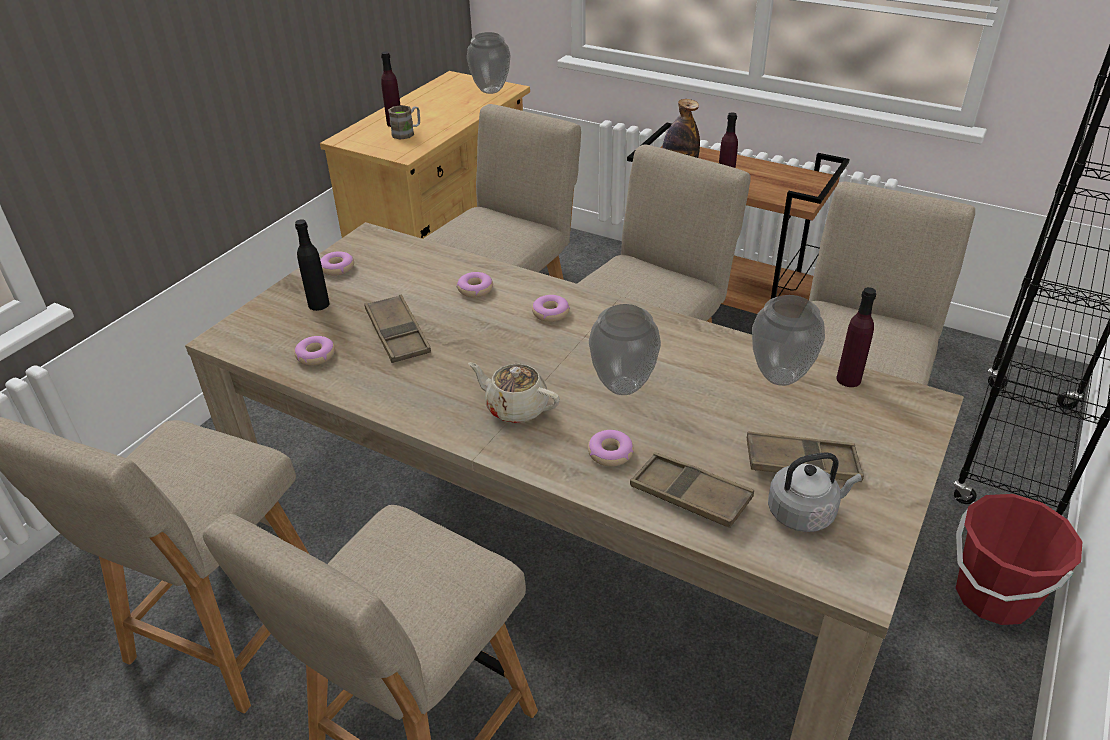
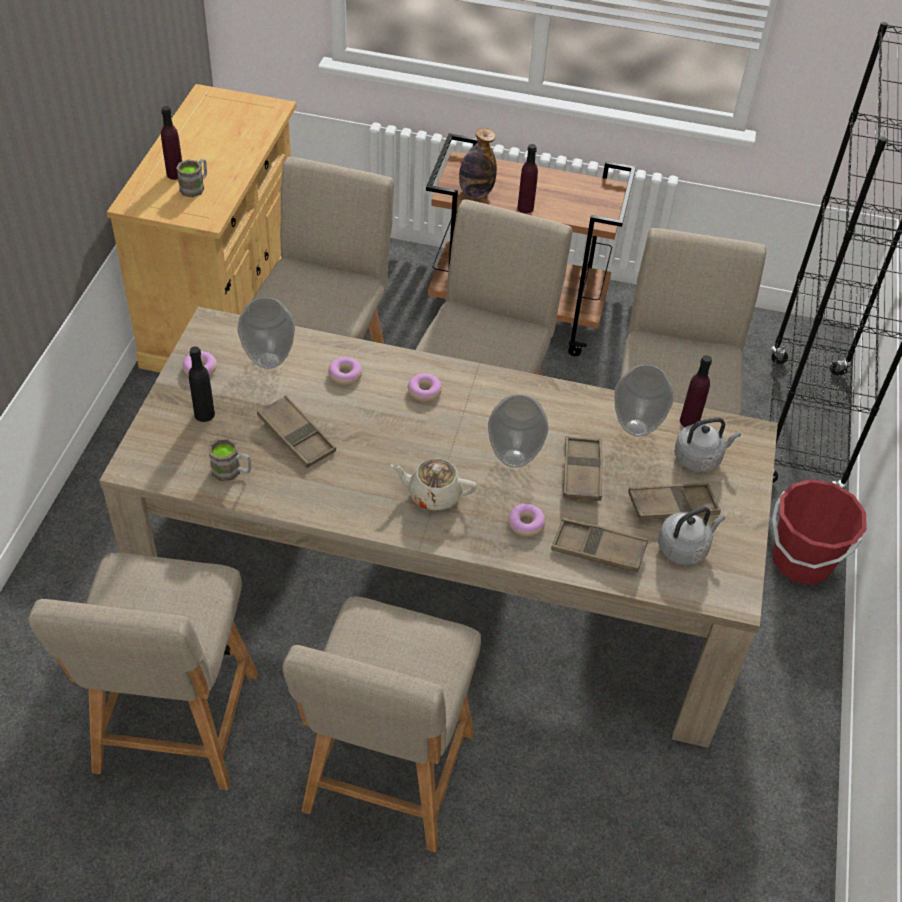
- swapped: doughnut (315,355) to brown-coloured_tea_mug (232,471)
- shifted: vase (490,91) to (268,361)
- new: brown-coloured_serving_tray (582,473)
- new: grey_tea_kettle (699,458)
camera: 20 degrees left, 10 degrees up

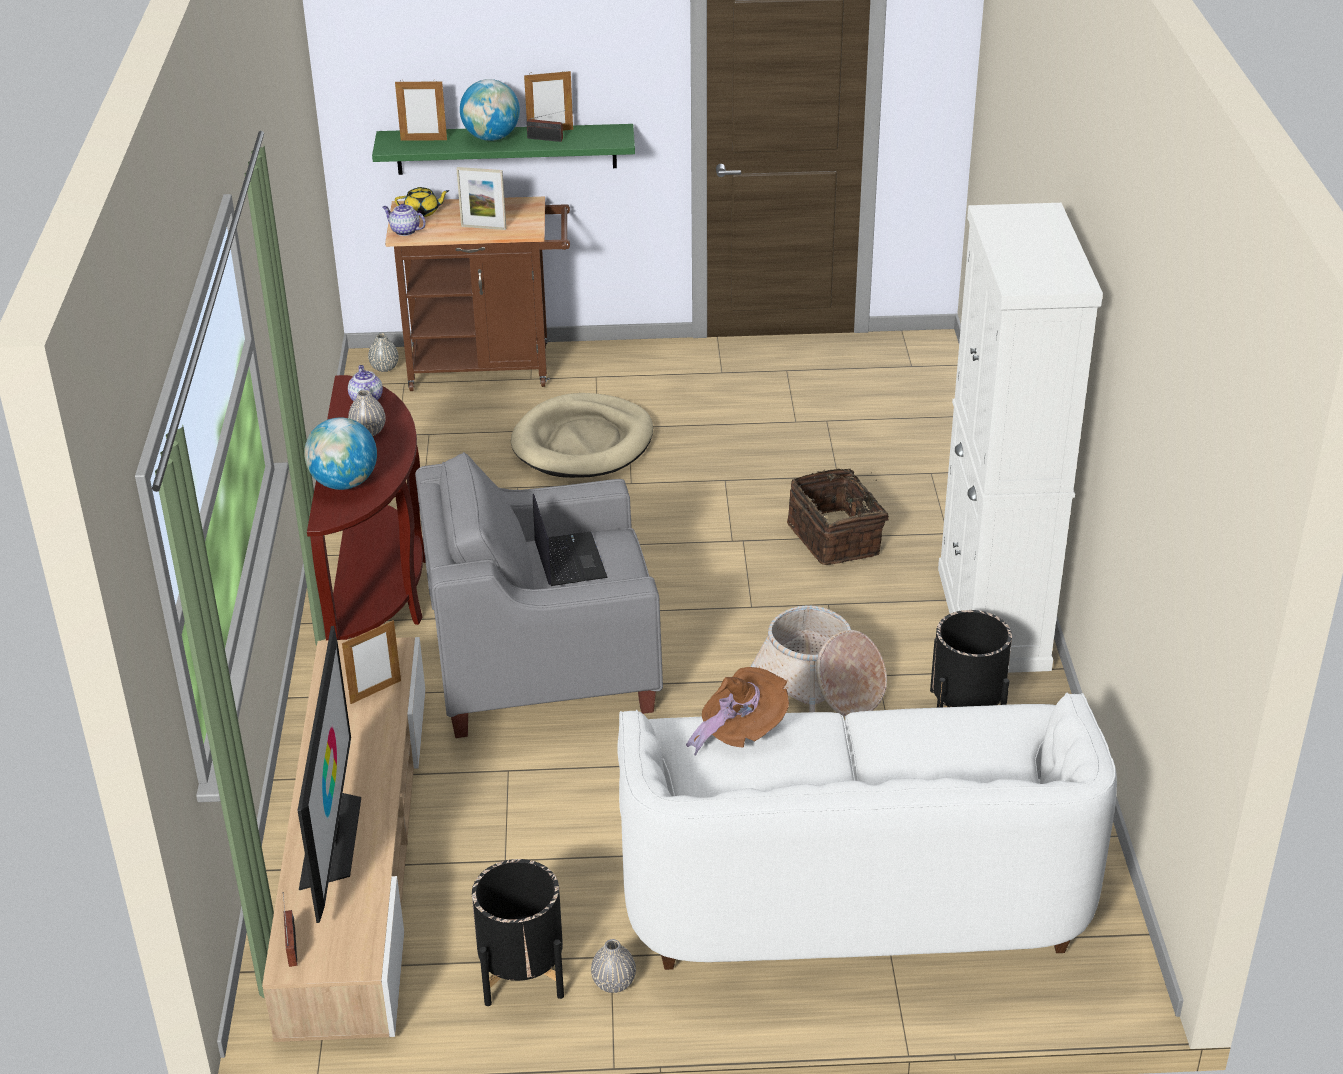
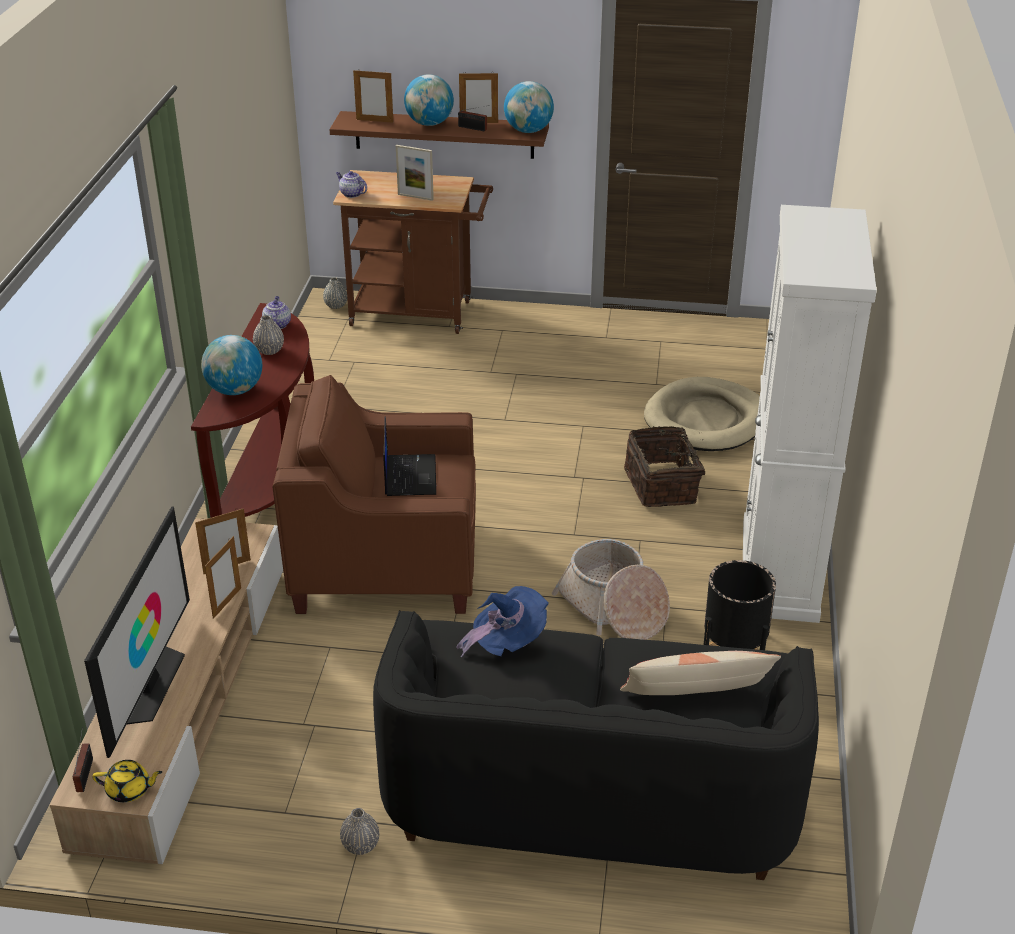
- repainted: green_shelf (506,149) to brown-coloured_shelf (444,135)
- shifted: yellowish_teapot (422,212) to (129,790)
- repainted: grey_easy_chair (543,667) to brown-coloured_easy_chair (386,564)
- gone: black_plant_pot (522,972)
- shifted: beige-coloured_pet_bed (583,442) to (705,420)
- repainted: whitish_couch (852,886) to black_couch (590,790)
- repainted: brown-coloured_clothing_hat (741,732) to blue_clothing_hat (507,642)
- new: picture_frame (227,603)
- new: desk_globe (528,131)
- new: cushion (696,696)
camera: 10 degrees right, 0 degrees up

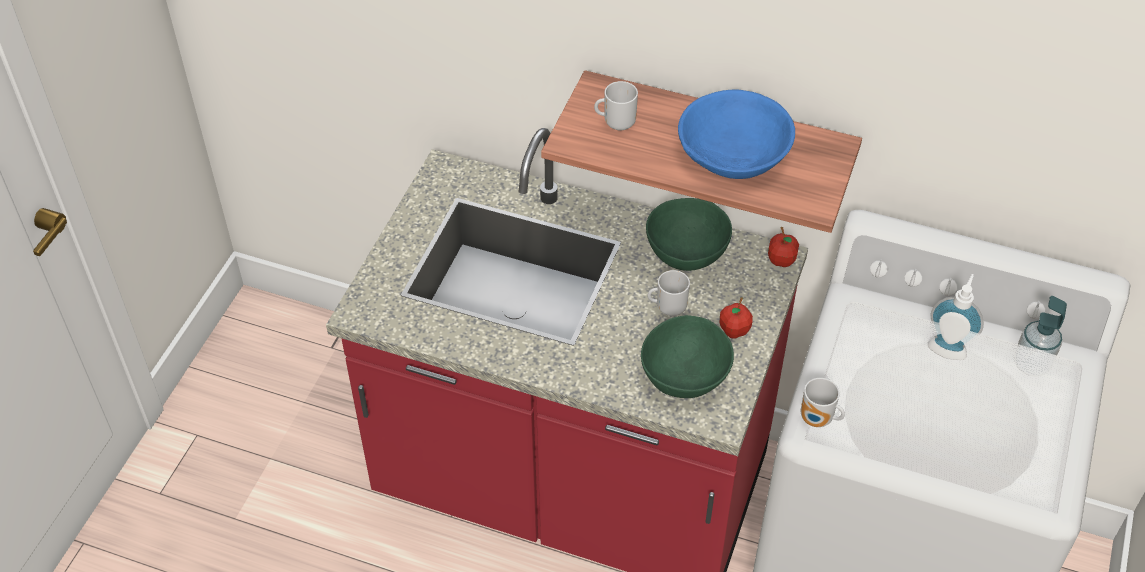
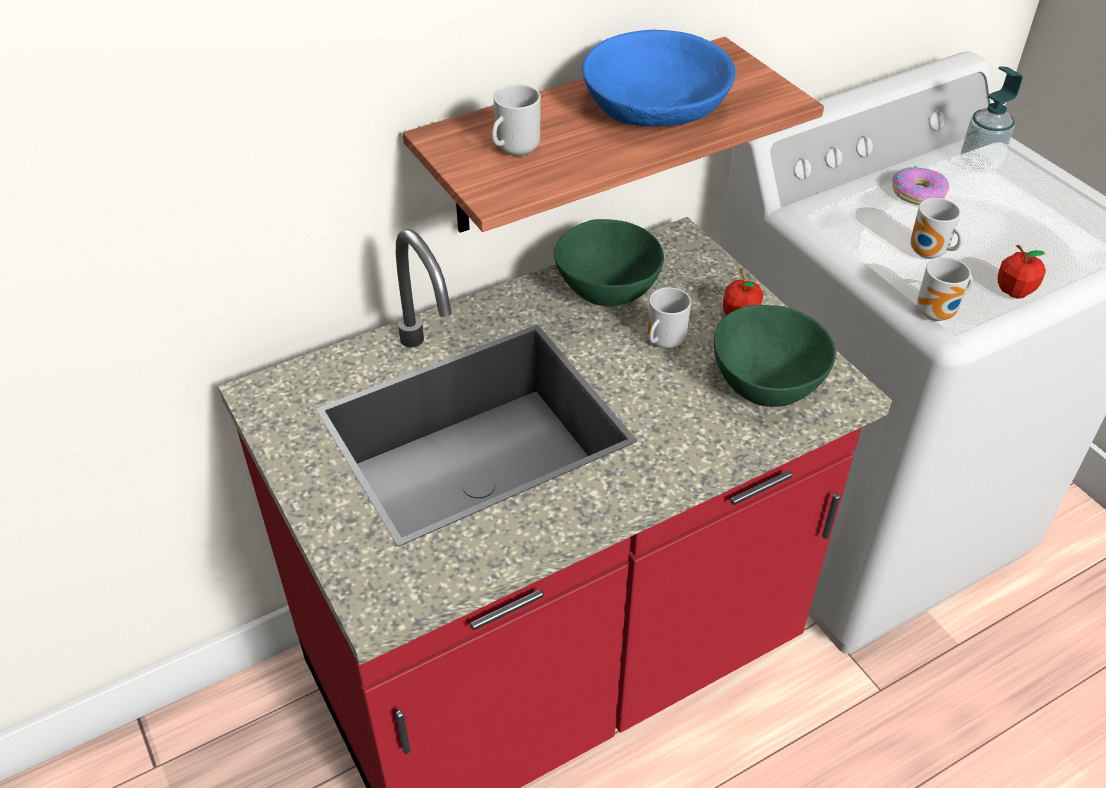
- shifted: apple (781,260) to (1014,291)
- swapped: soap_dispenser (948,347) to doughnut (918,193)
- new: tea_mug (928,254)
camera: 50 degrees left, 5 degrees down

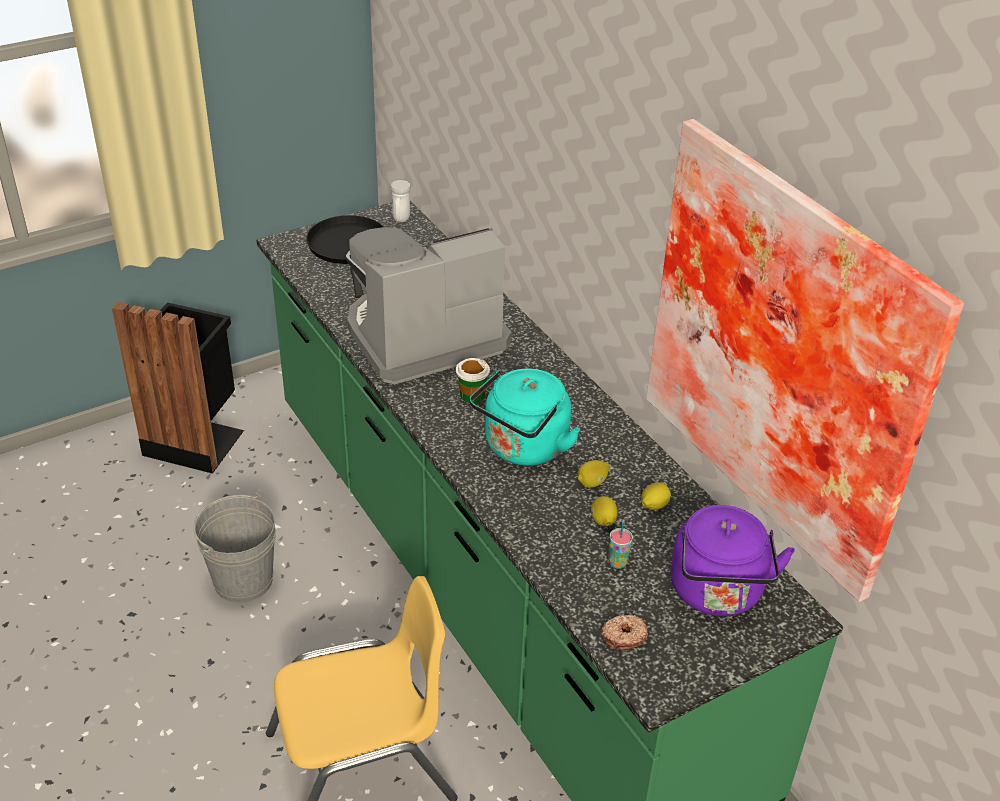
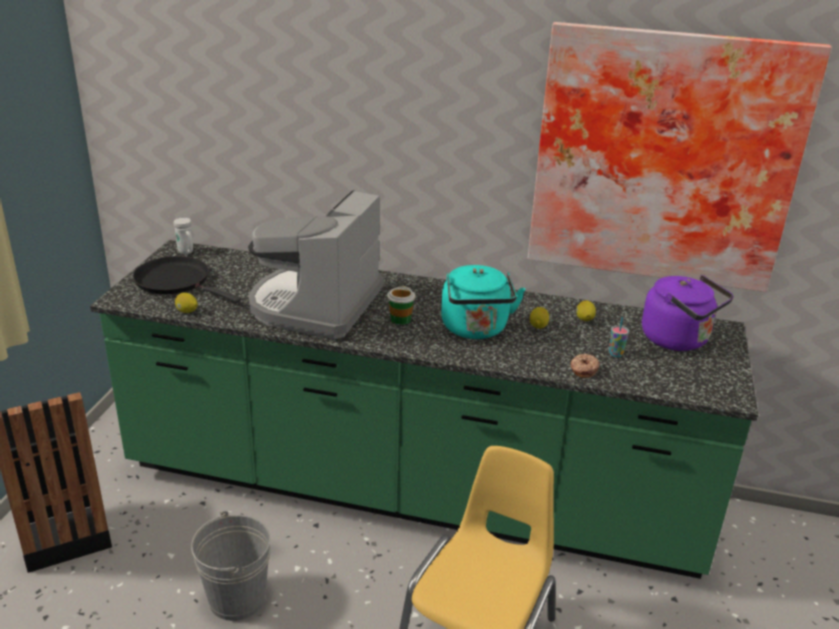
- shifted: whole_lemon (603,521) to (187,311)
- shifted: doughnut (624,636) to (583,369)
camera: 45 degrees left, 10 degrees down

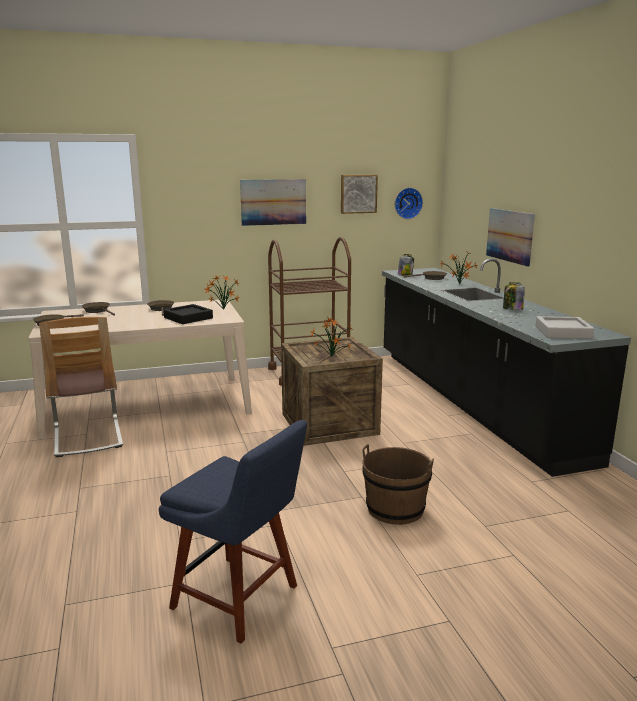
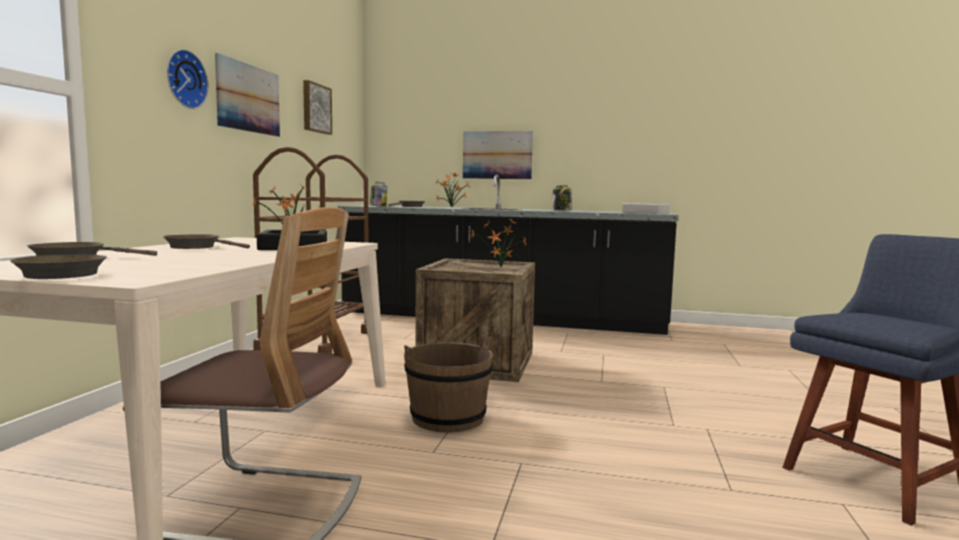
- shifted: brown-coloured_water_bucket (395,509) to (448,418)
- shifted: hanging_clock (407,203) to (184,79)
camera: 60 degrees left, 10 degrees down

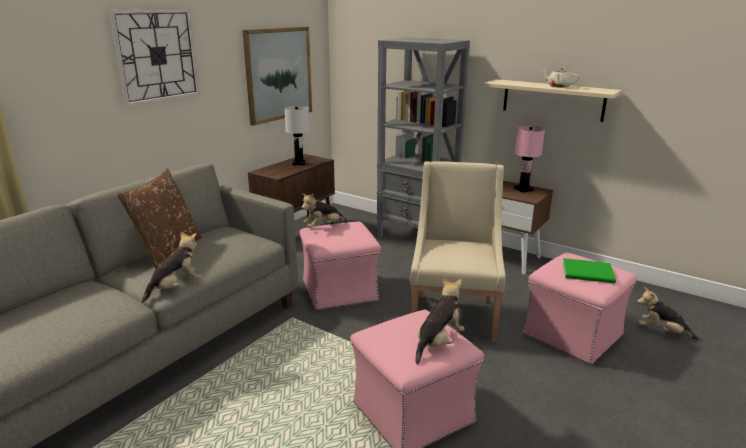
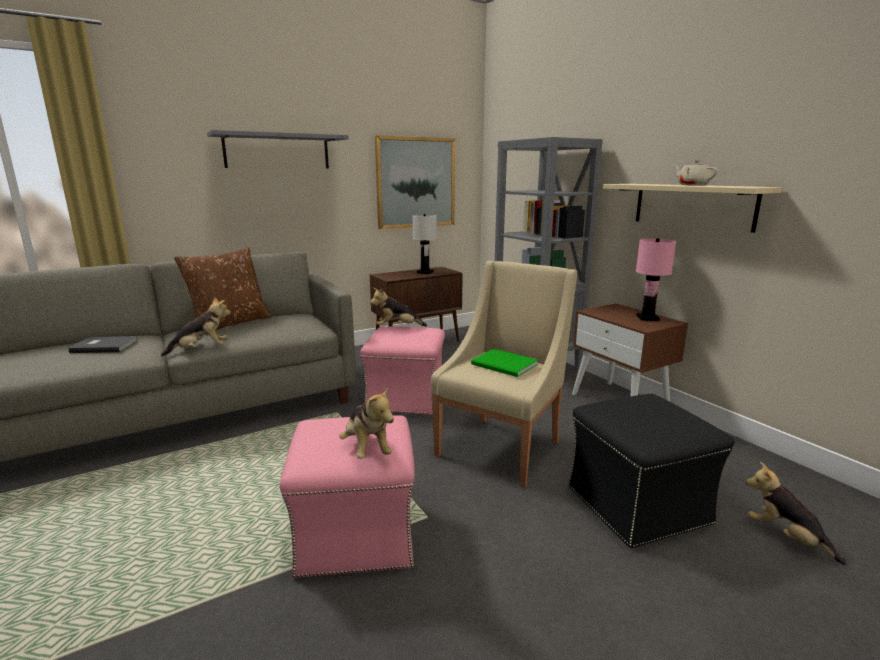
- swapped: hanging_clock (157,55) to grey_shelf (277,151)
- rotated: cuddly_toy (438,342) = (366,449) 90 degrees clockwise
- repainted: pink_ottoman (573,335) to black_ottoman (638,506)
- shifted: green_volume (589,273) to (505,365)
- new: grey_volume (104,346)
camera: 25 degrees right, 5 degrees down

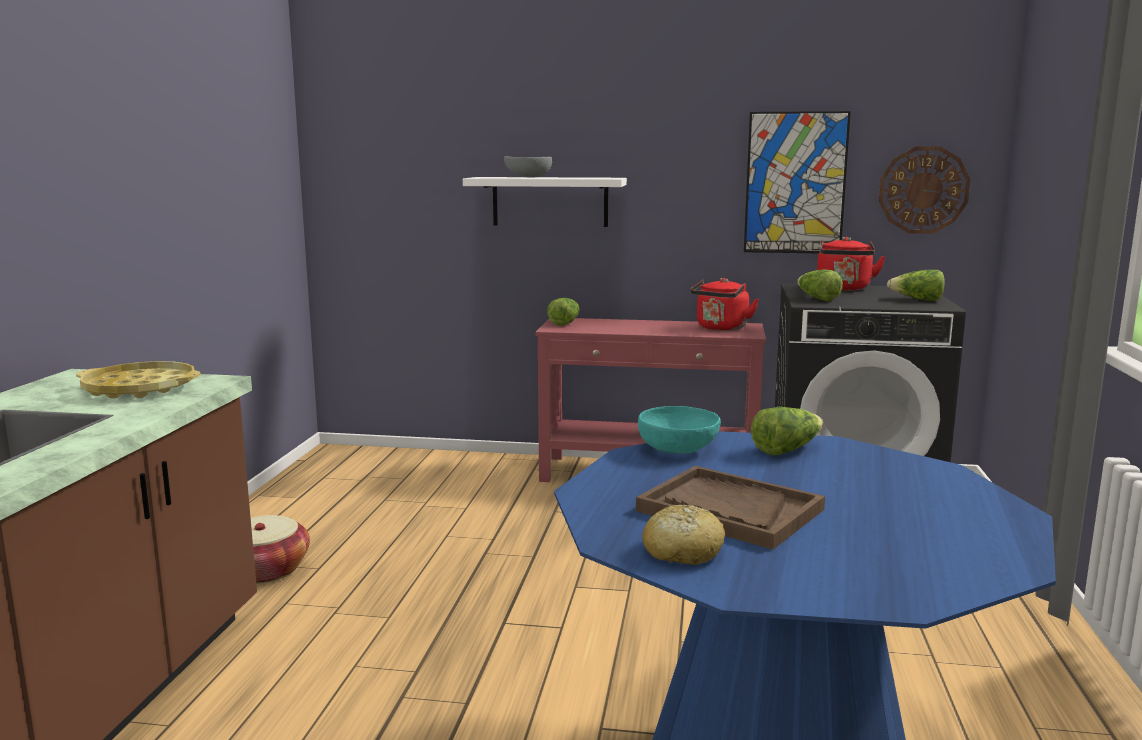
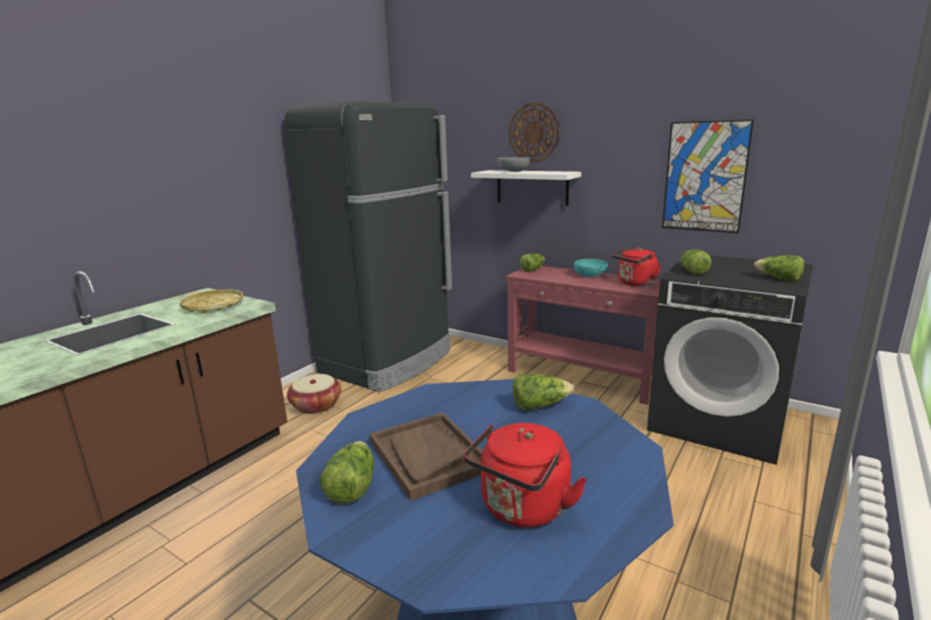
- shifted: turquoise_bowl (678,449) to (590,276)
- swapped: bread (682,552) to lettuce_head (351,487)
- shifted: reddish_tea_kettle (844,289) to (522,509)
- shifted: hanging_clock (923,190) to (534,133)
- new: black_refrigerator (388,362)
camera: 25 degrees right, 5 degrees up

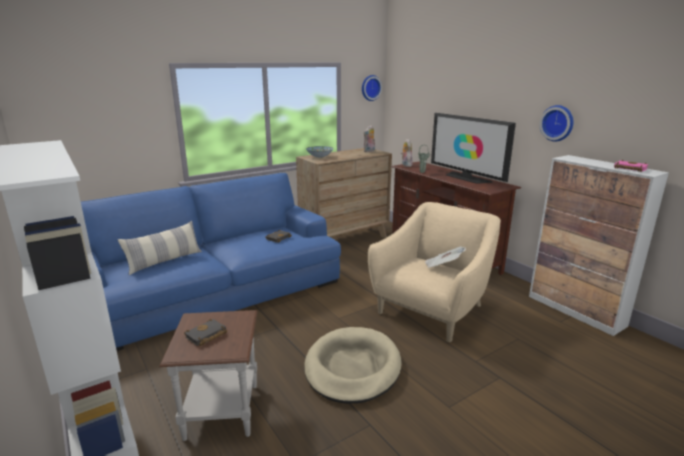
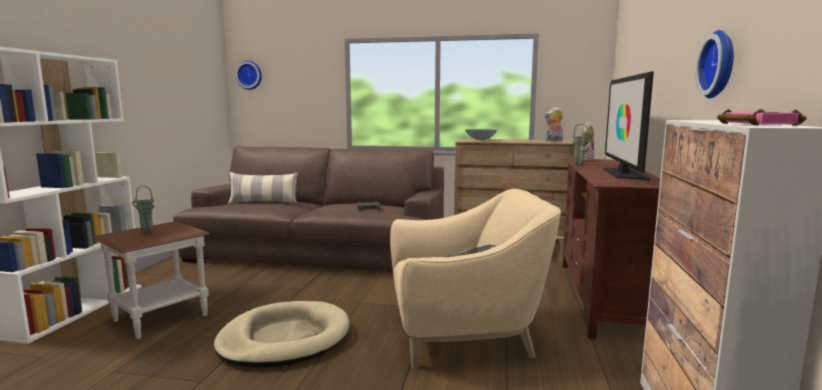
- repainted: blue_couch (213,290) to brown-coloured_couch (319,251)
- swapped: black_volume (206,336) to green_vase (146,233)
- shifted: hanging_clock (370,88) to (250,75)
camera: 45 degrees right, 10 degrees down

